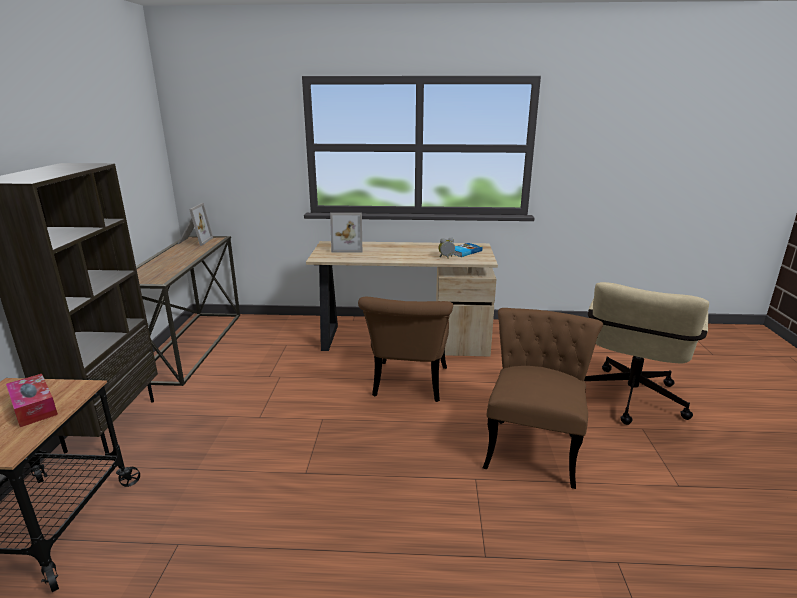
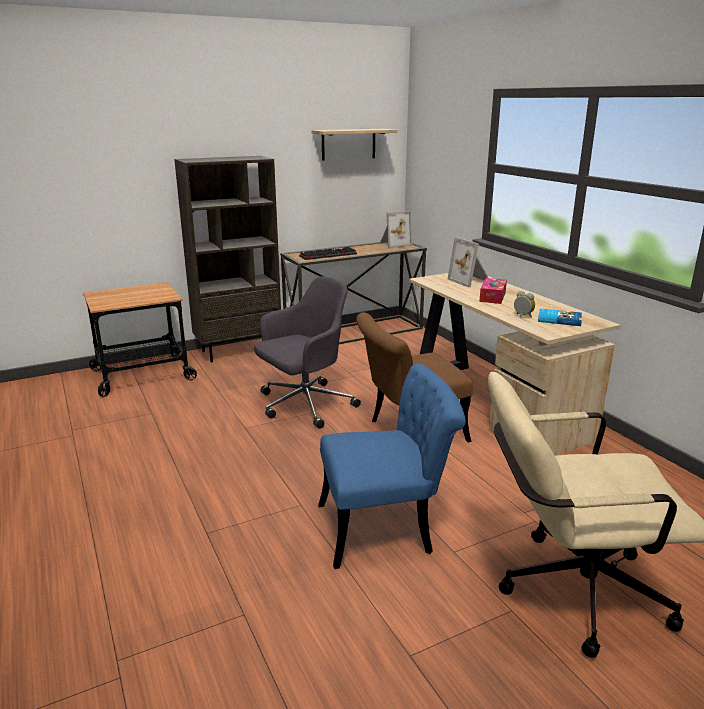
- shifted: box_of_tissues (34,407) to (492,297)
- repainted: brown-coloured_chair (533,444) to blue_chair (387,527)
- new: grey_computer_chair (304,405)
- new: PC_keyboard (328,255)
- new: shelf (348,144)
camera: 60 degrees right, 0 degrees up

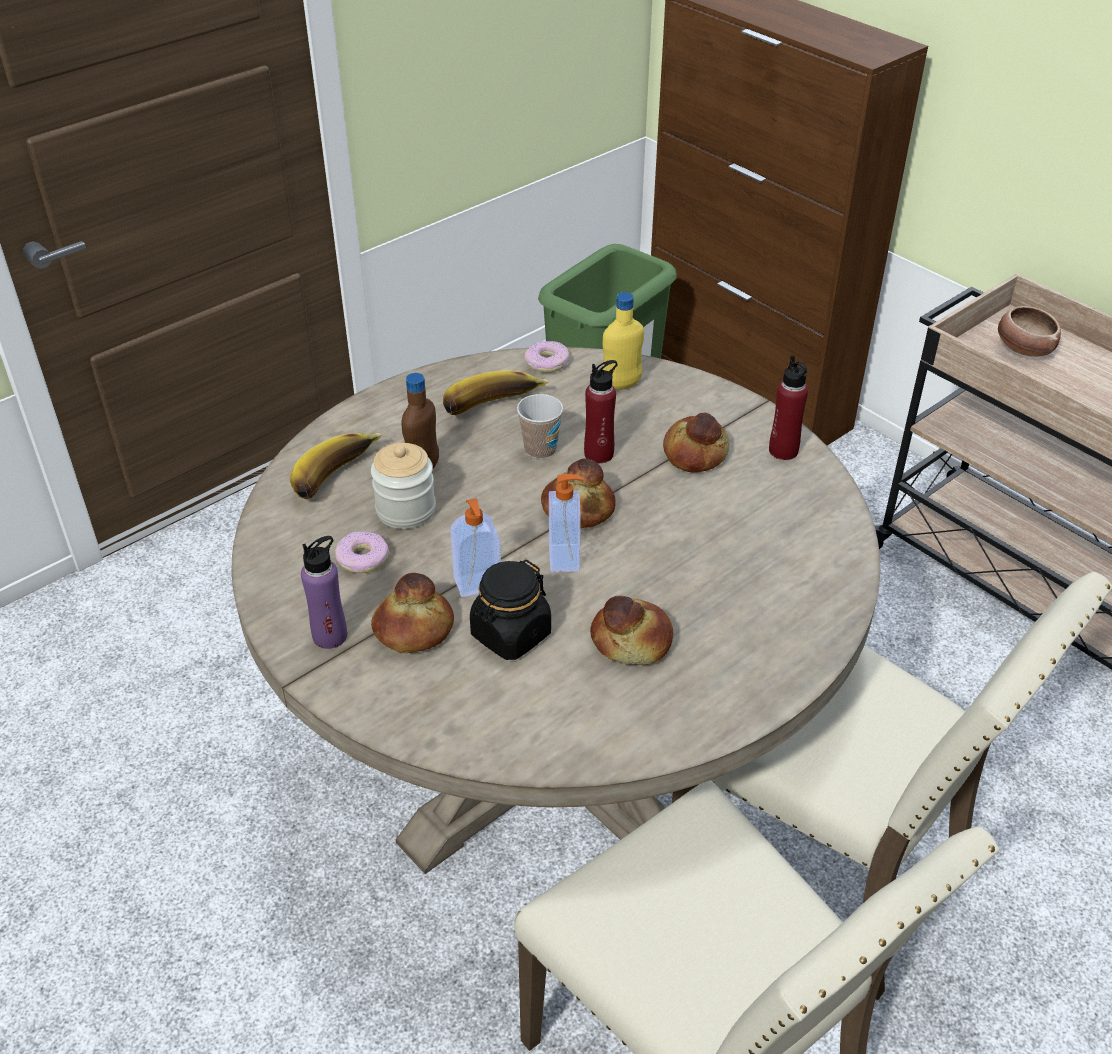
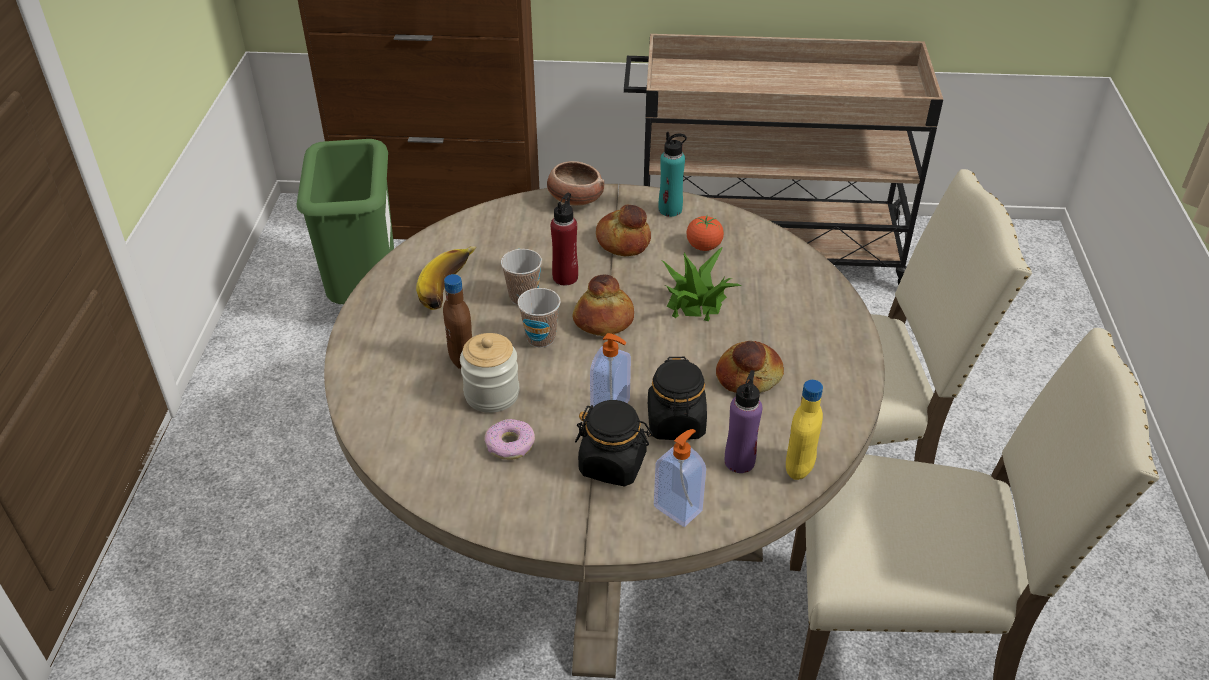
- gone: banana (339,479)
- shifted: purplish_bottle (330,636) to (739,461)
- swapped: bread (413,629) to black_storage_jar (613,464)
- gone: doughnut (547,363)
- shifted: soap_dispenser (565,558) to (679,508)
- shifted: yellowish_bottle (621,385) to (799,467)
- repainted: reddish_bottle (783,451) to turquoise_bottle (670,209)
- shifted: bowl (1023,348) to (574,199)
- new: drinking_cup (540,338)
- new: potted_plant (695,300)
- new: whole_tomato (704,247)
camera: 45 degrees left, 0 degrees up

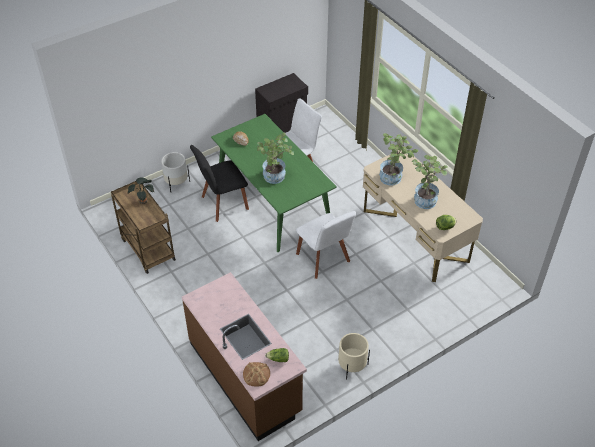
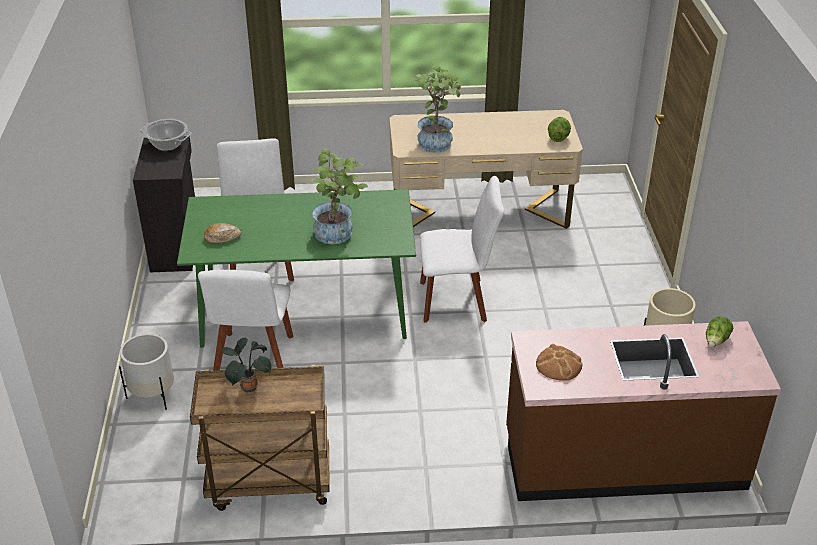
- repainted: black_chair (222,204) to whitish_chair (253,359)
- shifted: bread (256,374) to (558,365)
- gone: potted_plant (425,198)
- new: stockpot (168,144)
camera: 60 degrees left, 10 degrees down

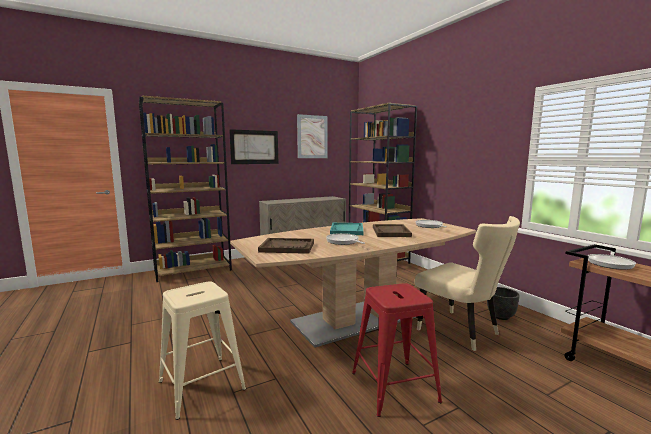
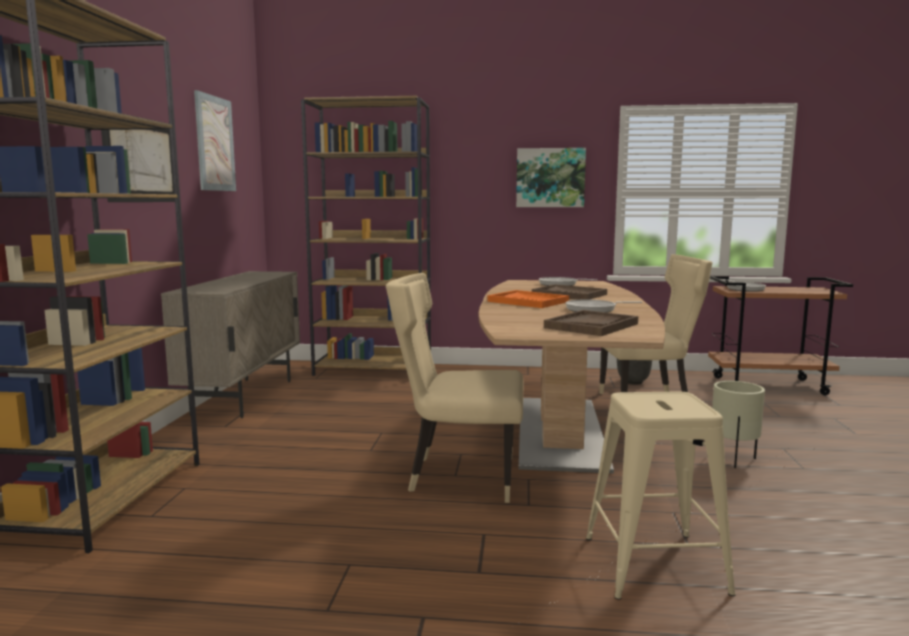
- repainted: turquoise_serving_tray (347,230) to orange_serving_tray (528,301)
- swapped: reddish_stool_seat (393,386) to beige-coloured_plant_pot (733,460)
- new: beige-coloured_chair (458,476)
- new: picture (550,178)
camera: 55 degrees left, 0 degrees up

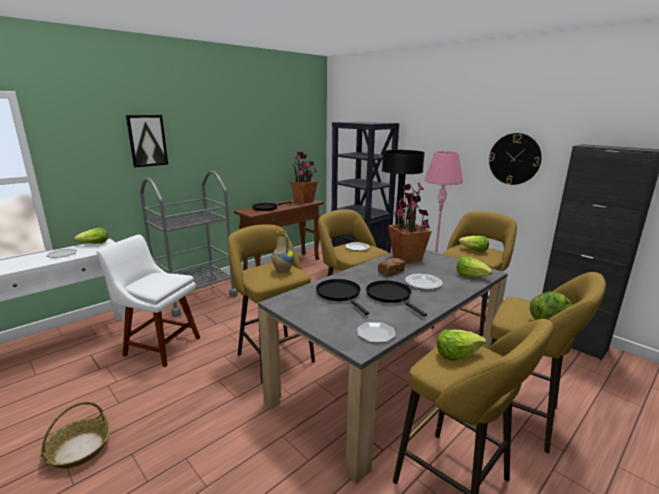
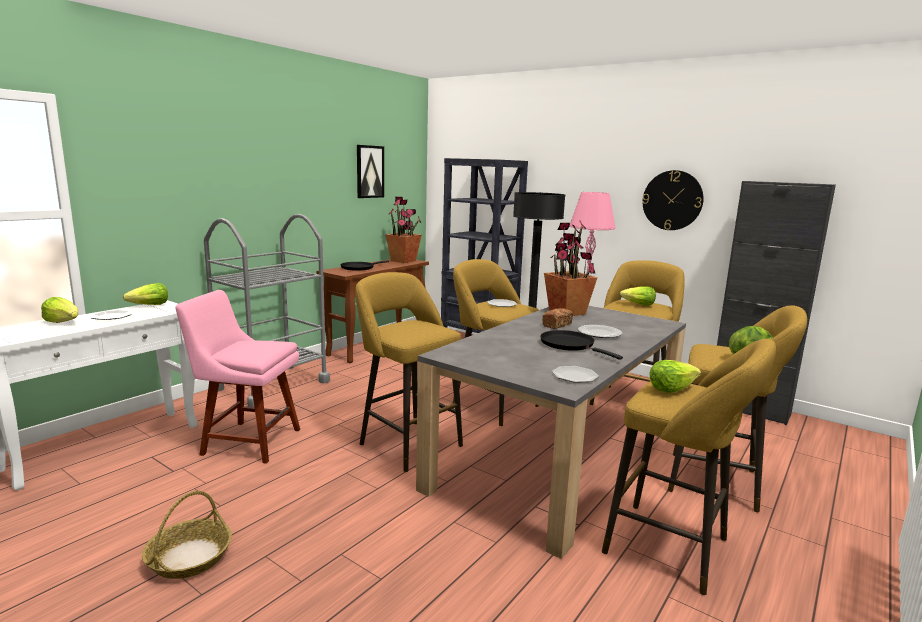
- repainted: whitish_chair (159,345) to pink_chair (247,441)
- shifted: picture (147,140) to (369,171)
- gone: vase (282,271)
- gone: black_skillet (340,294)
- shifted: lettuce_head (471,276) to (63,322)
camera: 10 degrees left, 5 degrees down

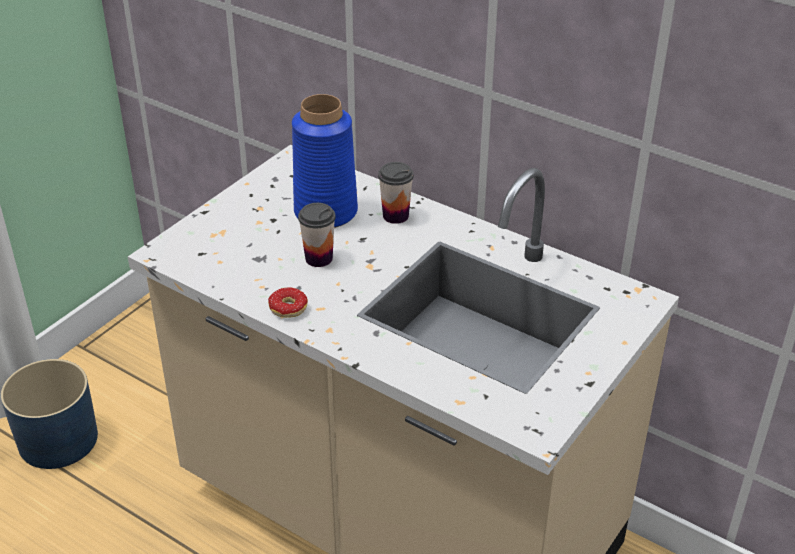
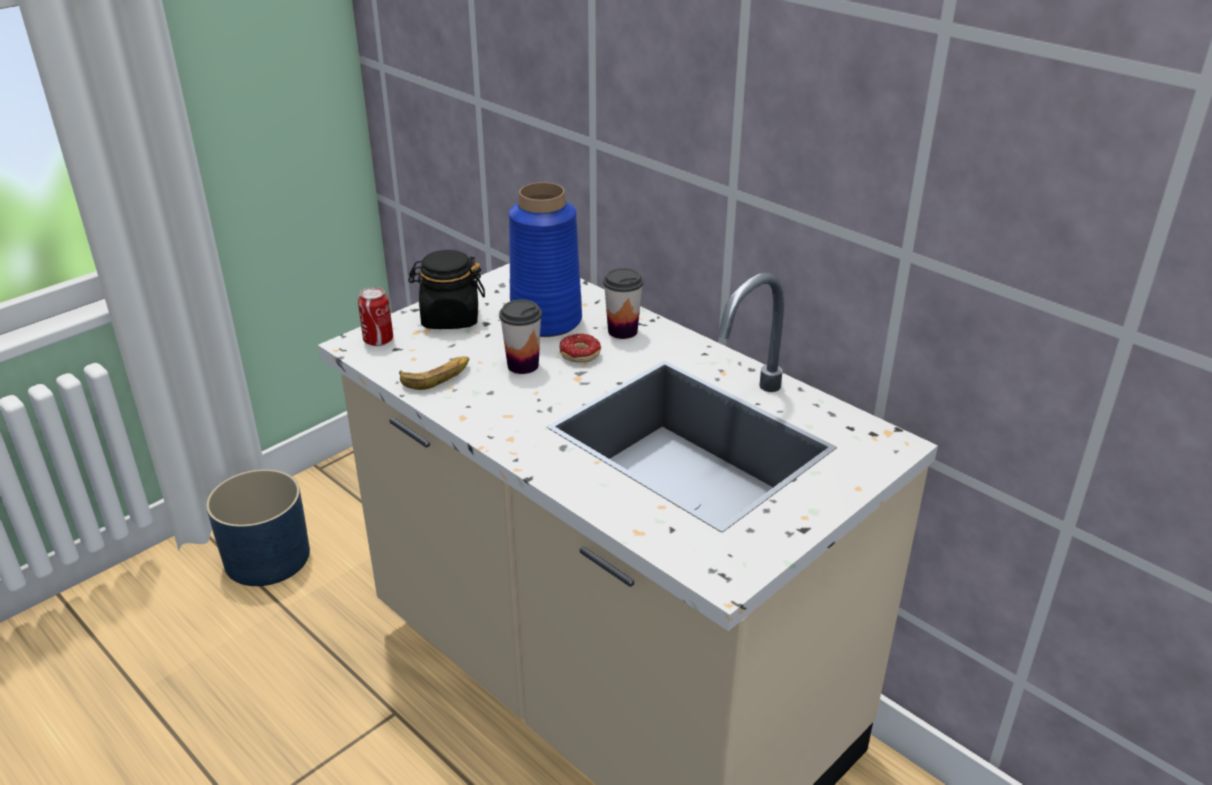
- shifted: doughnut (285,313) to (576,358)
- new: sealed_can (378,340)
- new: banana (437,377)
- new: black_storage_jar (450,318)
camera: 10 degrees right, 5 degrees down

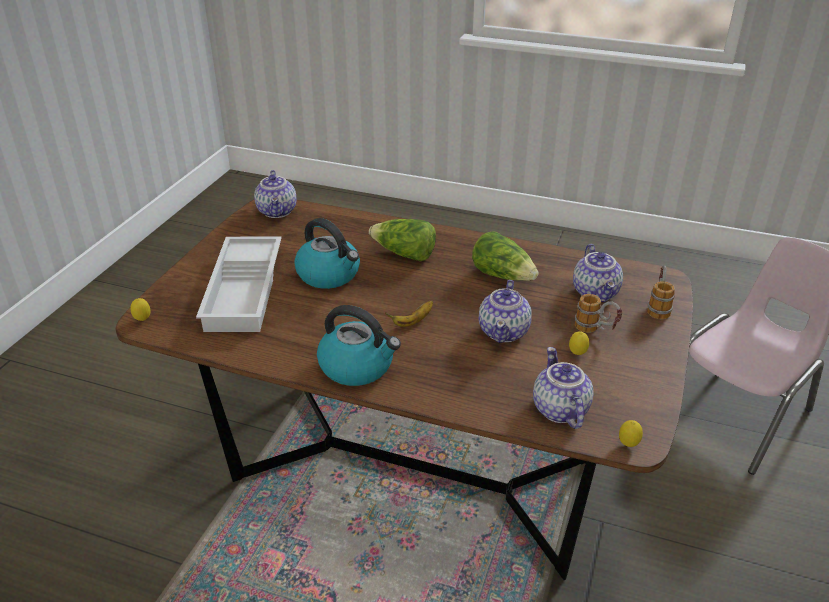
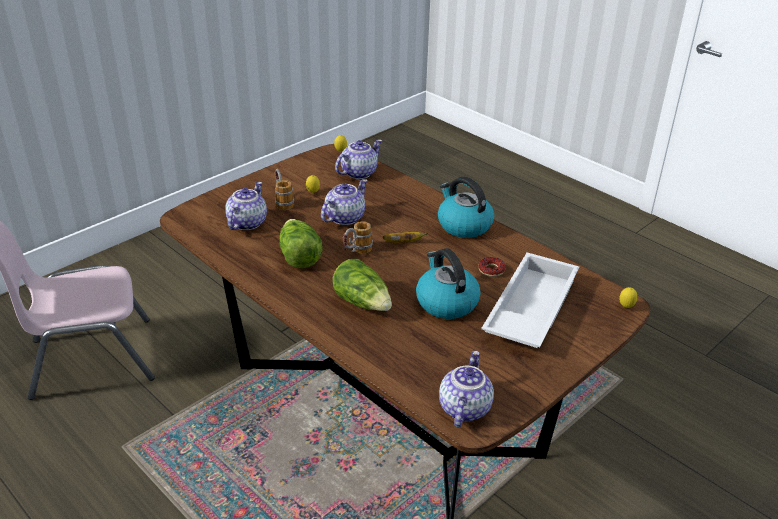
- rotated: teapot (558,409) = (358,172) 150 degrees counterclockwise
- shifted: tea_mug (658,306) to (356,252)
- new: doughnut (491,270)
camera: 155 degrees left, 0 degrees up

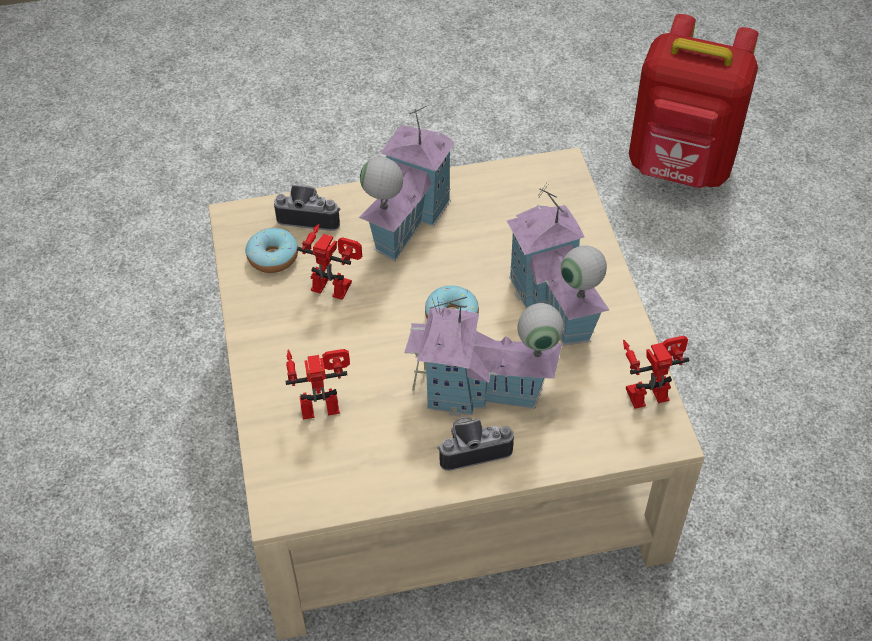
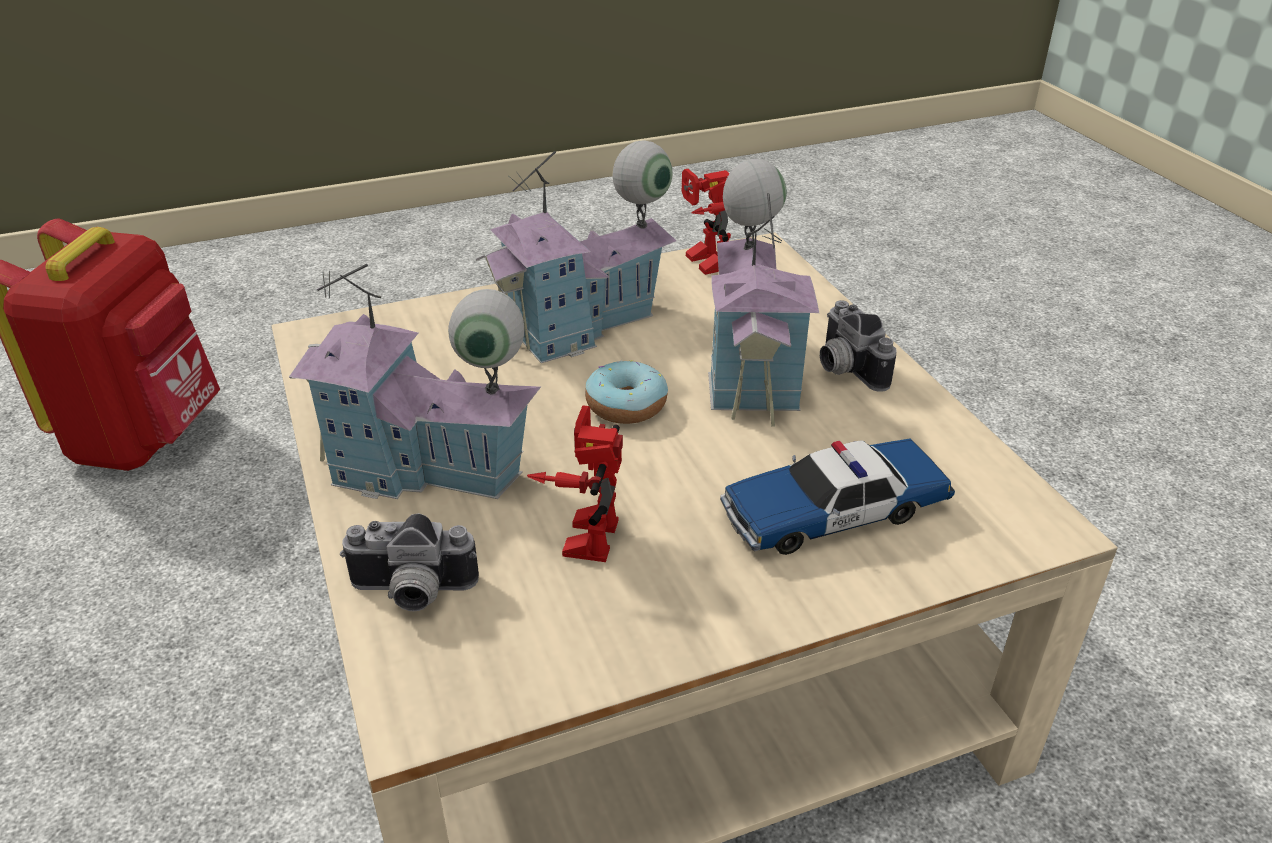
- gone: doughnut (273,257)
- rotated: photo_camera (310,215) = (411,594) 90 degrees counterclockwise
- swapped: robot_figure (322,401) to model_car (833,512)
camera: 100 degrees left, 15 degrees down

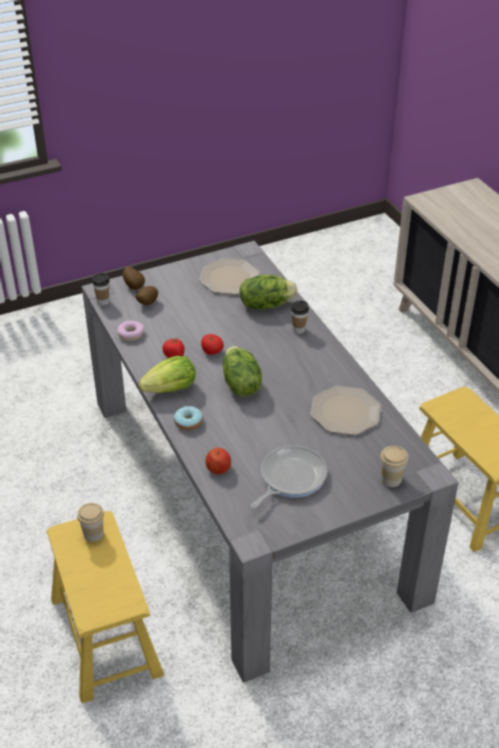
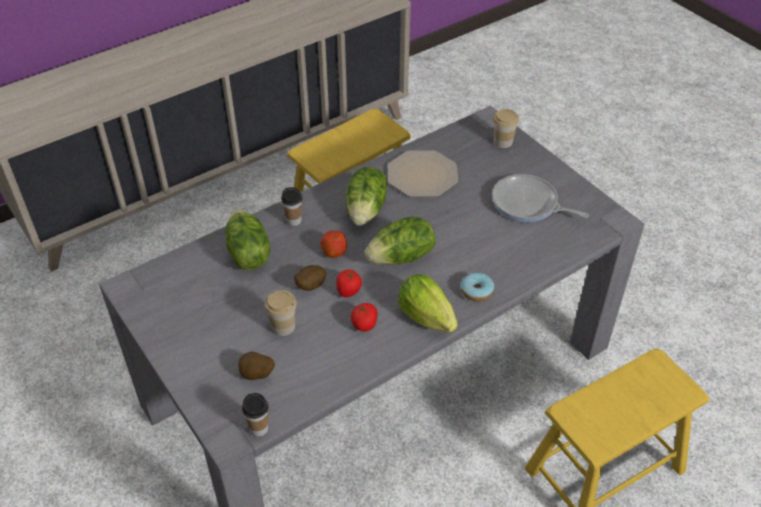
- shifted: drinking_cup (93,534) to (283,327)
- gone: doughnut (131,334)
- shifted: spud (134,286) to (309,286)
- gone: dinner_plate (229,278)
- shifted: apple (218,468) to (334,251)
- new: lettuce_head (367,210)
camera: 100 degrees left, 5 degrees up

